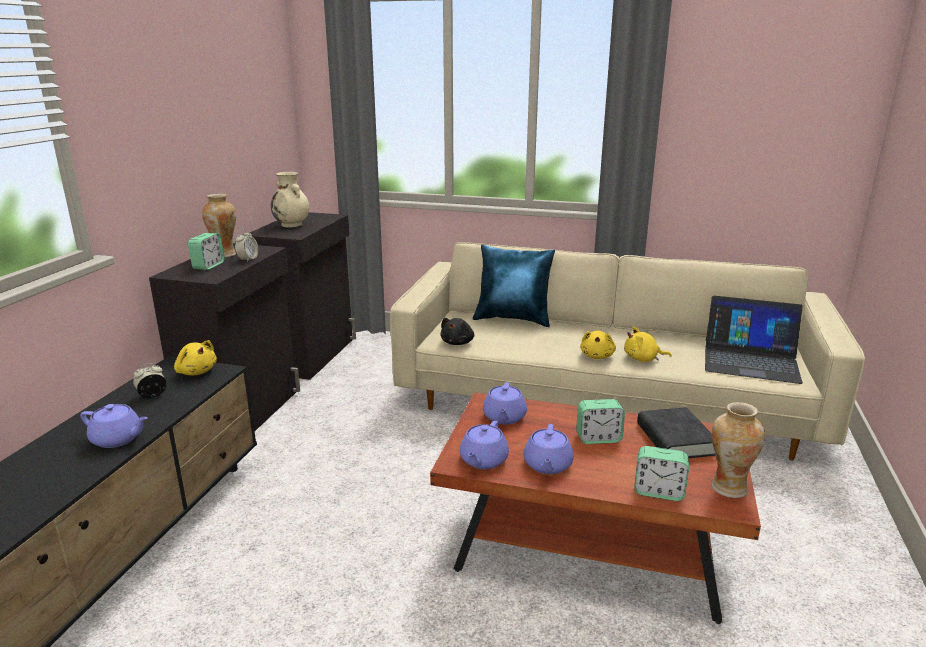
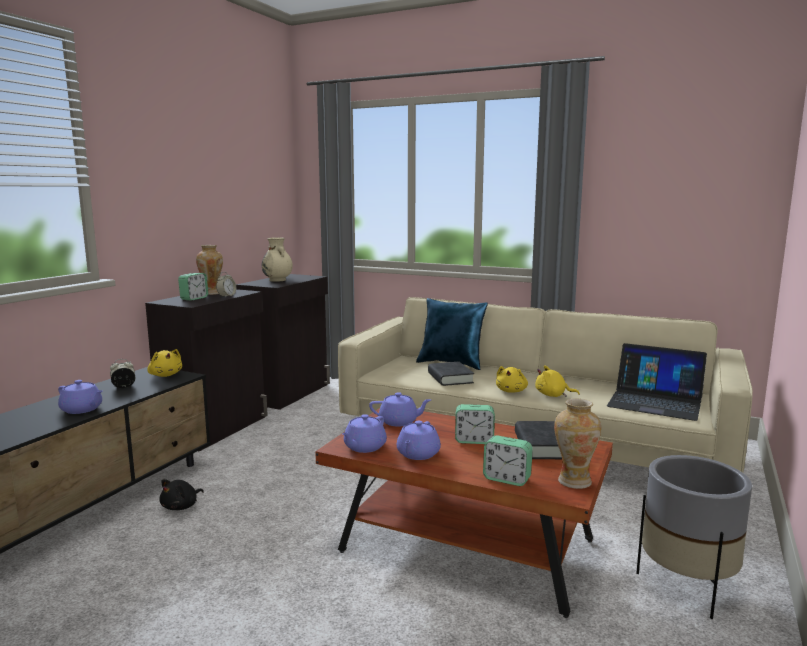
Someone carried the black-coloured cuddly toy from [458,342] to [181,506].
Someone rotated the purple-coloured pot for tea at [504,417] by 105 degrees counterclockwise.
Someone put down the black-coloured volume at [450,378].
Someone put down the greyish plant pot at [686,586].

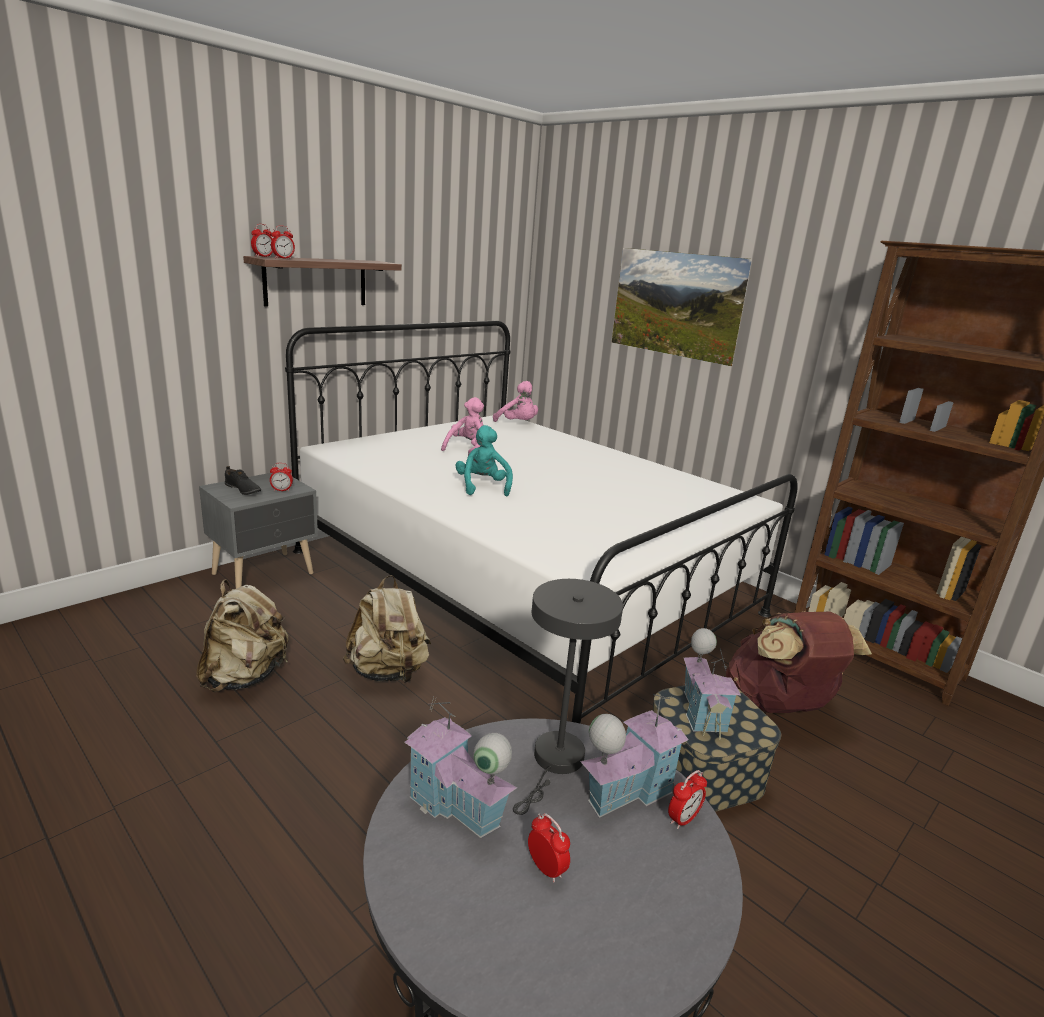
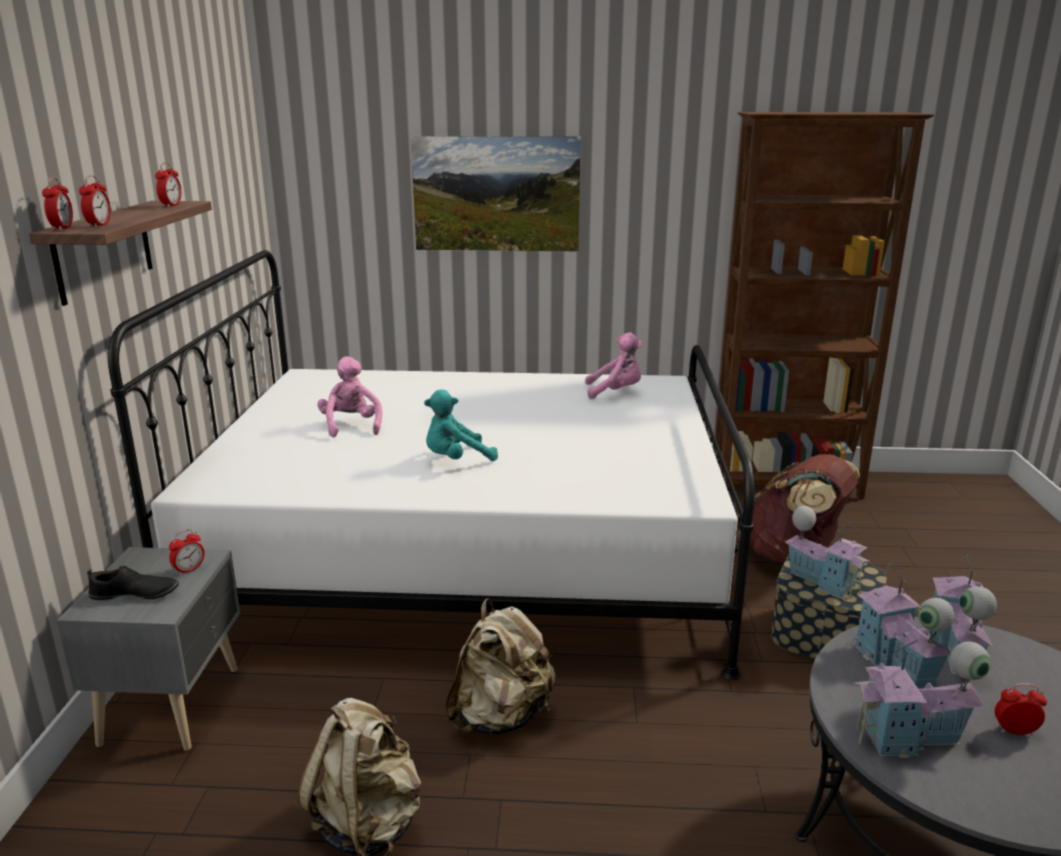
Someone carried the pink-coloured cuddly toy from [518,424] to [616,392].
Someone rotated the blue-green cuddly toy at [482,487] by 60 degrees counterclockwise.
Someone swapped the greyish table lamp at [556,762] for the model house at [894,663].
Someone carried the alarm clock from [683,819] to [171,206].

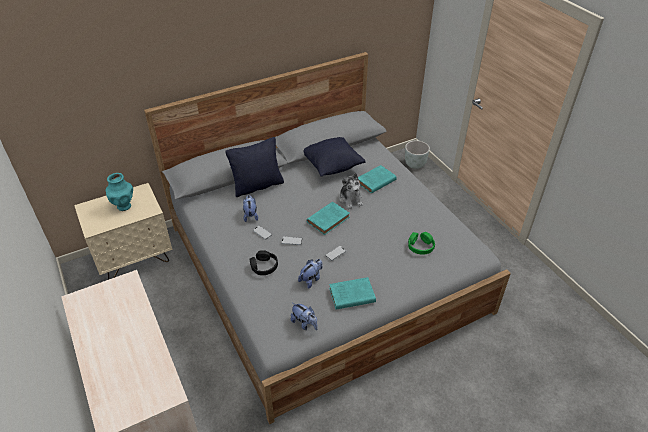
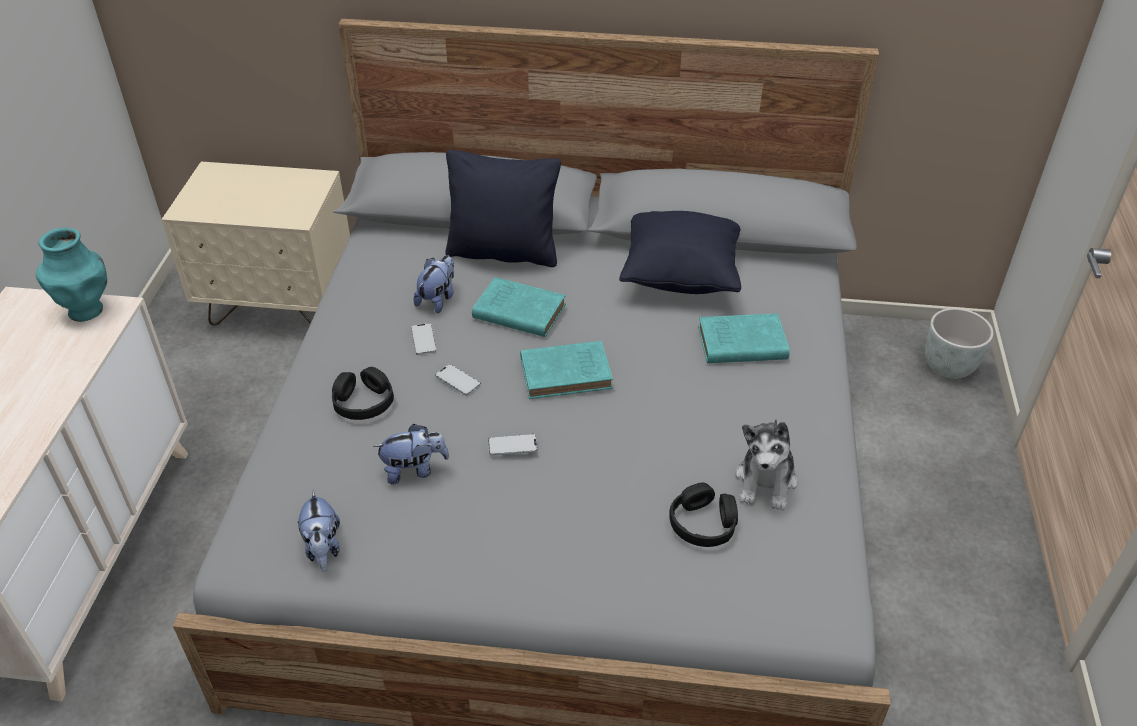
Someone carried the blue-green vase from [124,206] to [86,310].
Someone carried the cuddly toy from [350,199] to [766,481].
Someone repainted the green headphones at [420,246], which became the black-coloured headphones at [703,523].
Someone carried the blue-green volume from [350,295] to [517,311].

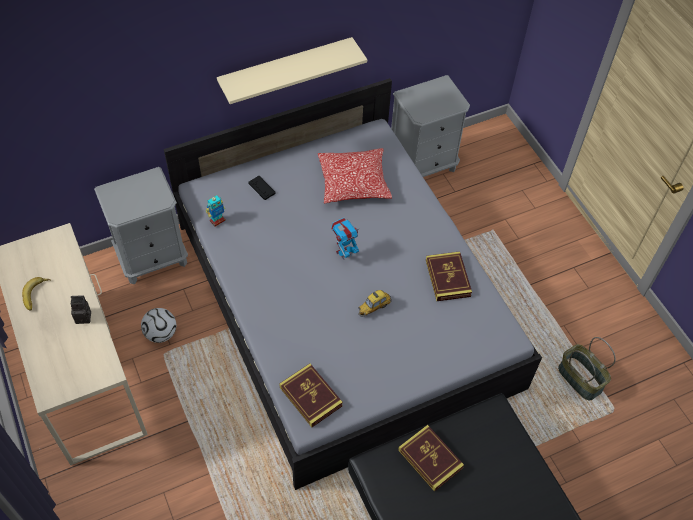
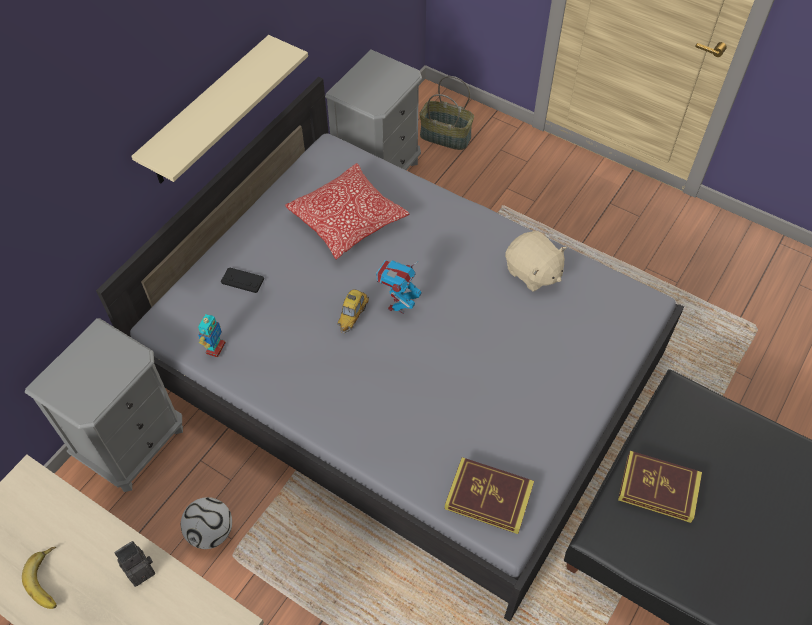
Someone swapped the volume at [448,278] for the sand-coloured cuddly toy at [532,272].
Someone carried the model car from [374,307] to [353,315].
Someone carried the household basket from [579,379] to [444,137].

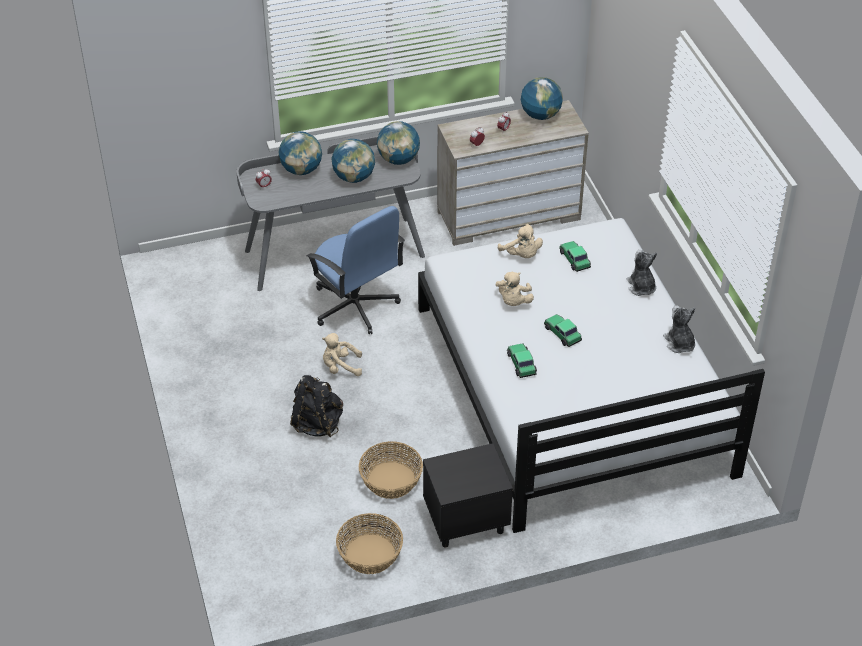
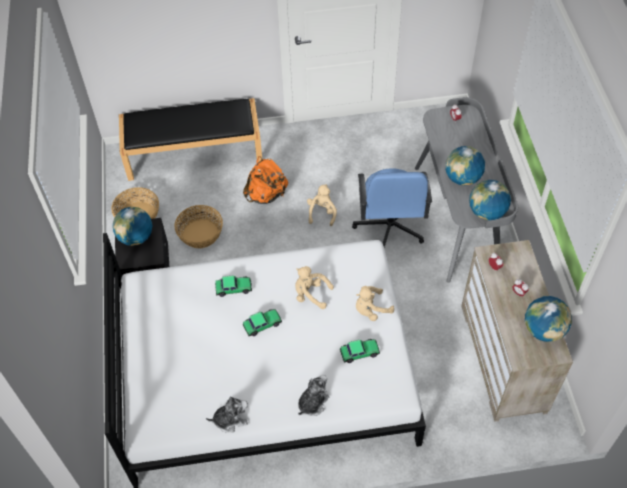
Someone carried the desk globe from [301,170] to [136,237].
Someone rotated the blue-coloured desk chair at [355,306] by 60 degrees counterclockwise.
Someone rotated the cuddly toy at [641,287] by 45 degrees counterclockwise.
Someone repainted the black-coloured rucksack at [317,423], which became the orangey rucksack at [266,195].
Someone put down the black-coloured indoor bench at [195,153].

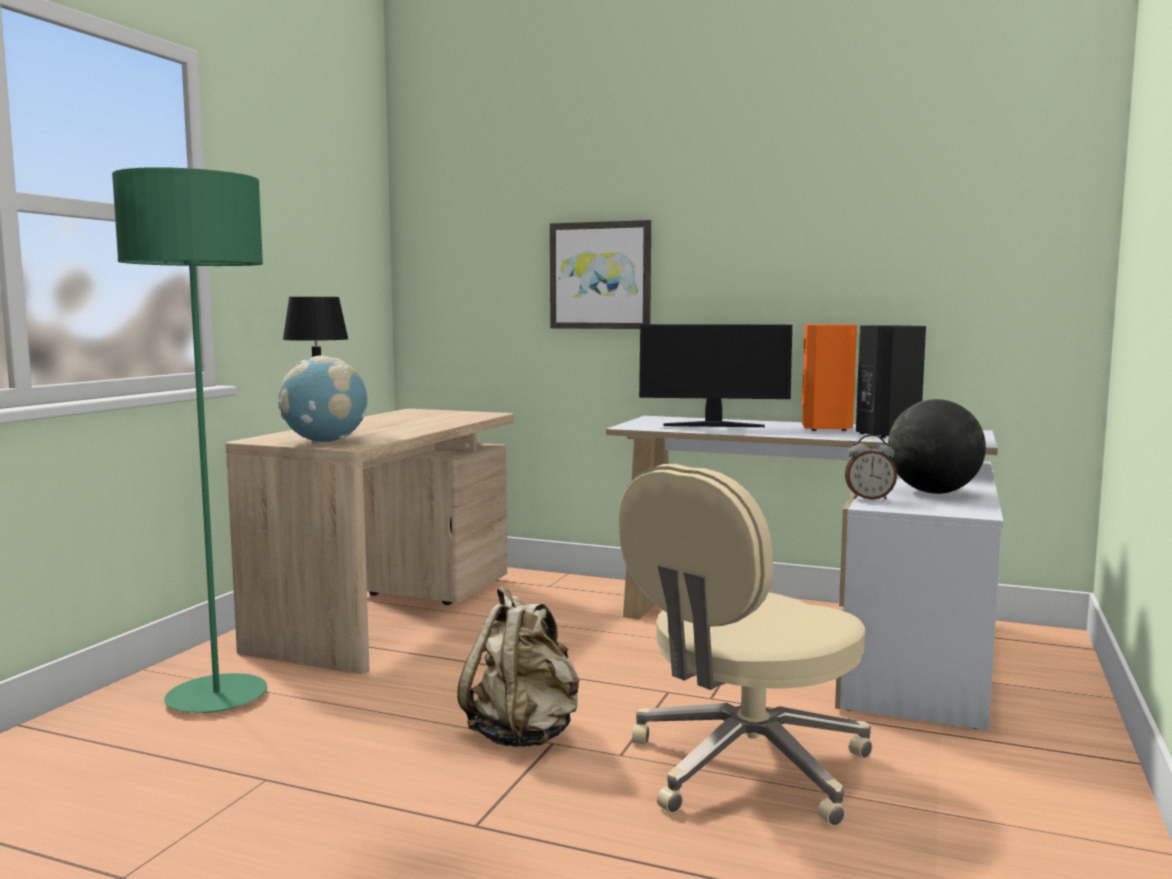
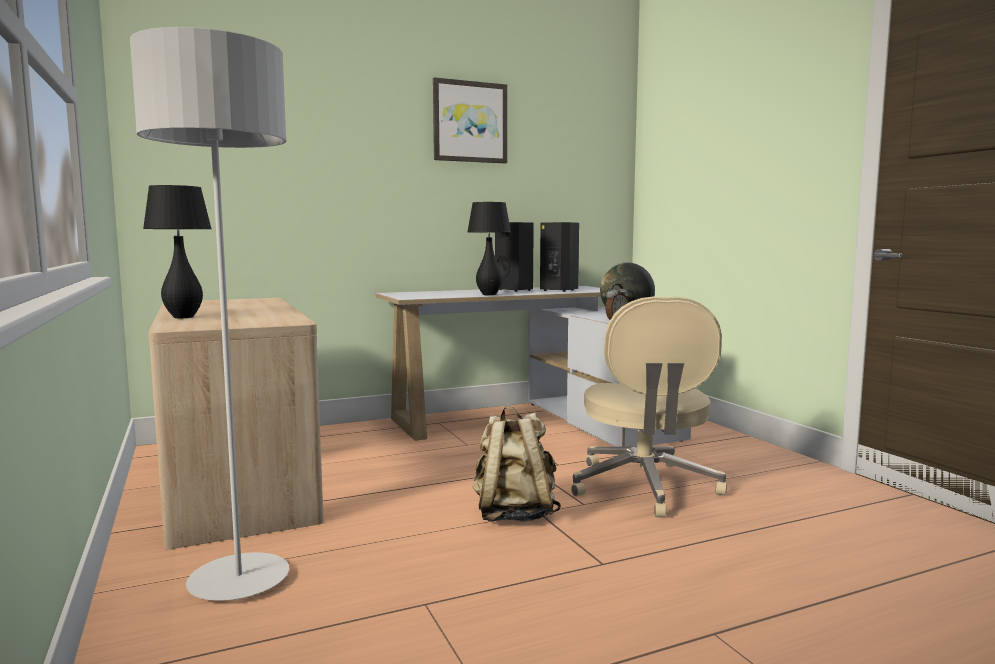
Someone repainted the green floor lamp at [217,698], which became the greyish floor lamp at [239,581].
Someone carried the picture from [600,275] to [470,122].
Someone took away the monitor at [713,425].
Someone repainted the orangey speaker at [827,428], which became the black-coloured speaker at [515,290].
Someone took away the desk globe at [325,442].
Someone put down the black-coloured table lamp at [489,295].

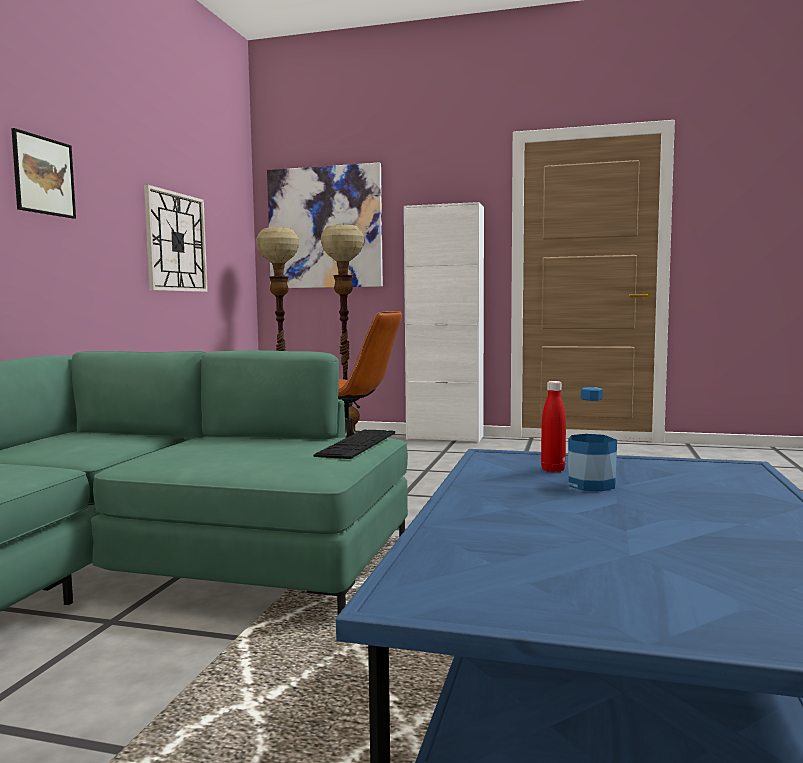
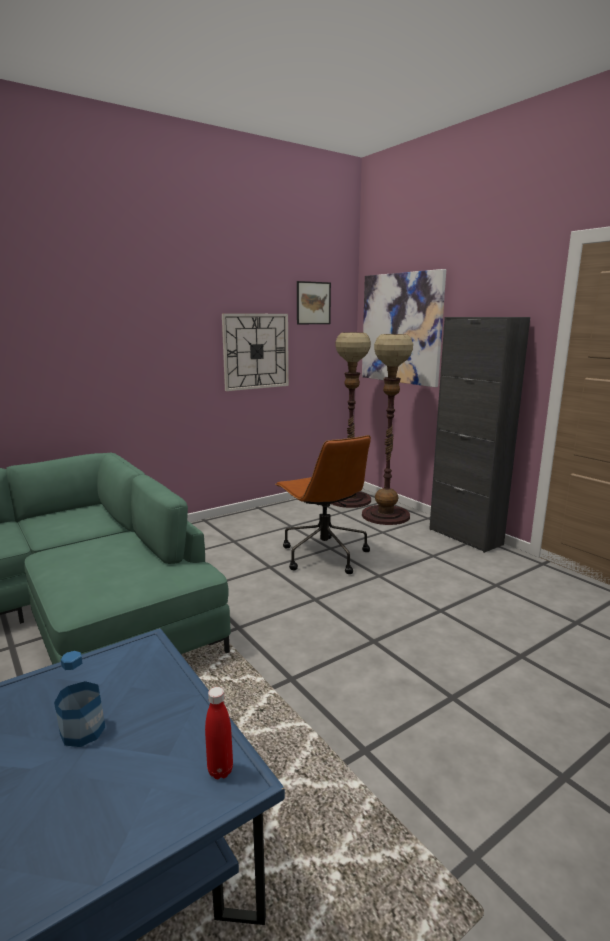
Someone carried the picture from [44,176] to [313,303].
Someone repainted the white cabinet at [445,437], which became the black-coloured cabinet at [465,537].
Someone carried the red-coloured beverage bottle from [553,470] to [220,770].
Someone took away the PC keyboard at [357,444].

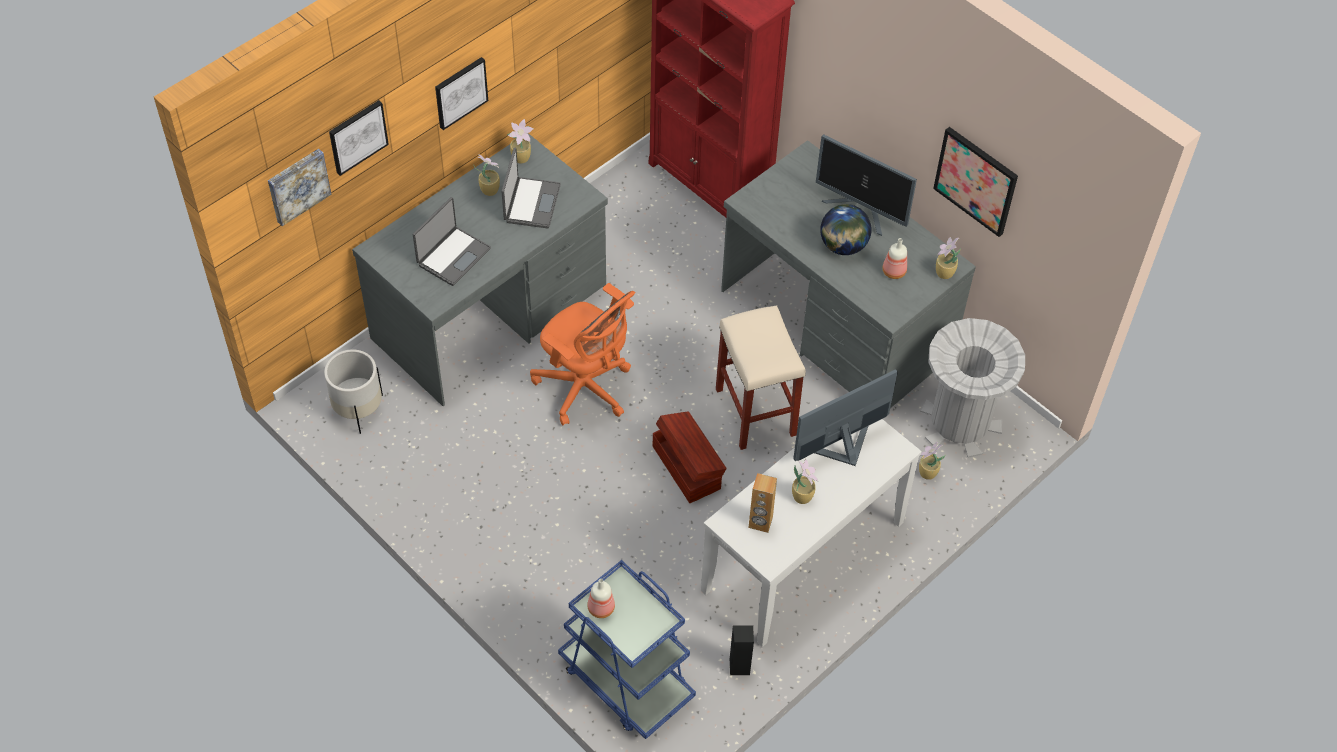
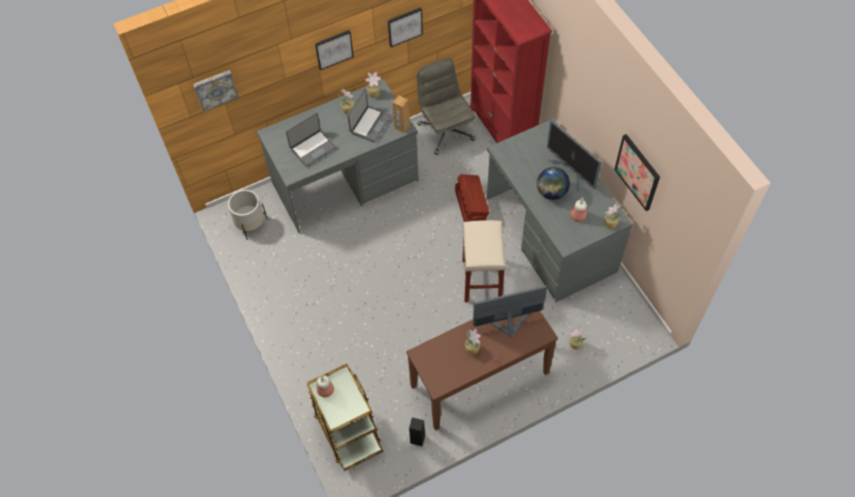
Someone carried the picture from [357,136] to [404,26].
Someone took away the orangey desk chair at [586,388].
Someone took away the greyish rubbish bin at [959,423].
Someone carried the brown-coloured storage box from [687,466] to [471,207].
Someone repainted the white console table at [803,557], which became the brown-coloured console table at [480,380].
Someone carried the brown-coloured speaker from [760,523] to [402,127].
Someone repainted the blue-coloured wheeled cart at [626,680], which became the brown-coloured wheeled cart at [347,430].
Someone put down the greyish desk chair at [445,131].

